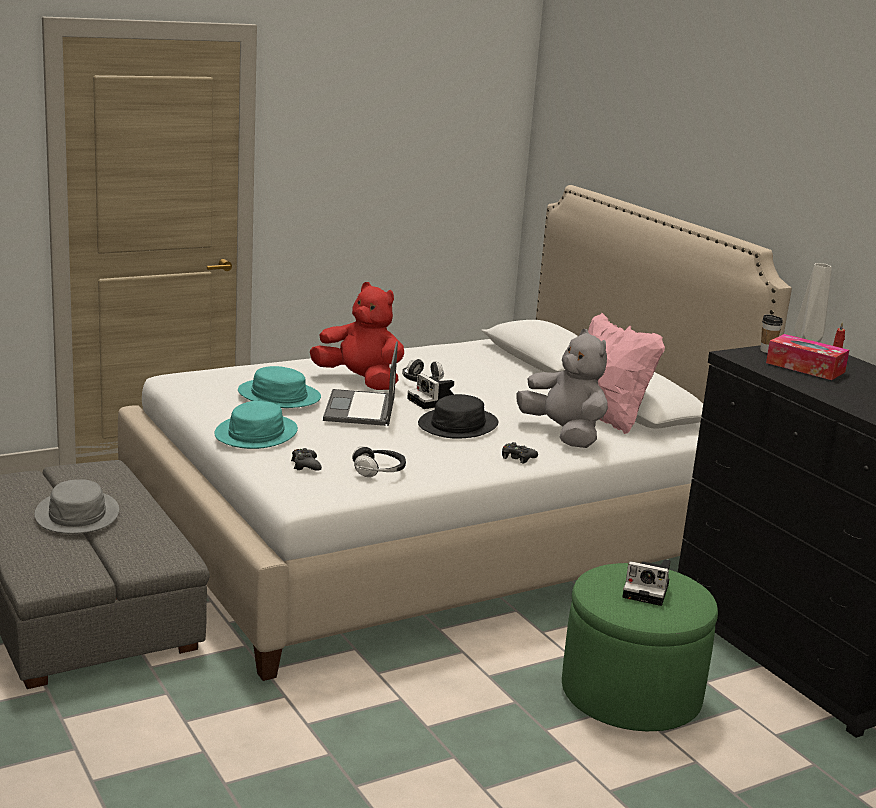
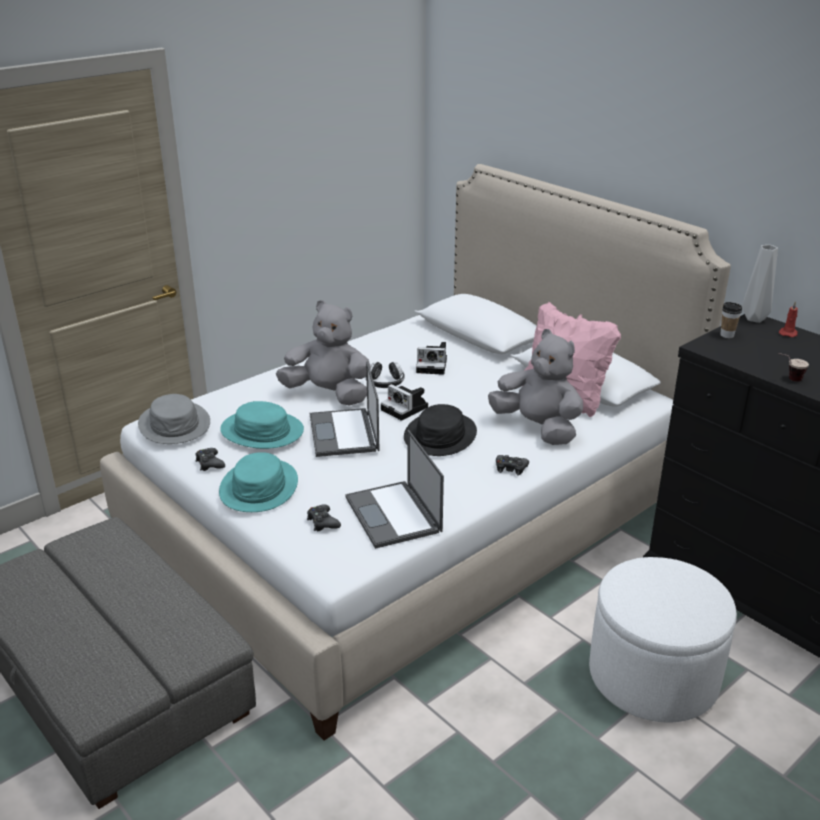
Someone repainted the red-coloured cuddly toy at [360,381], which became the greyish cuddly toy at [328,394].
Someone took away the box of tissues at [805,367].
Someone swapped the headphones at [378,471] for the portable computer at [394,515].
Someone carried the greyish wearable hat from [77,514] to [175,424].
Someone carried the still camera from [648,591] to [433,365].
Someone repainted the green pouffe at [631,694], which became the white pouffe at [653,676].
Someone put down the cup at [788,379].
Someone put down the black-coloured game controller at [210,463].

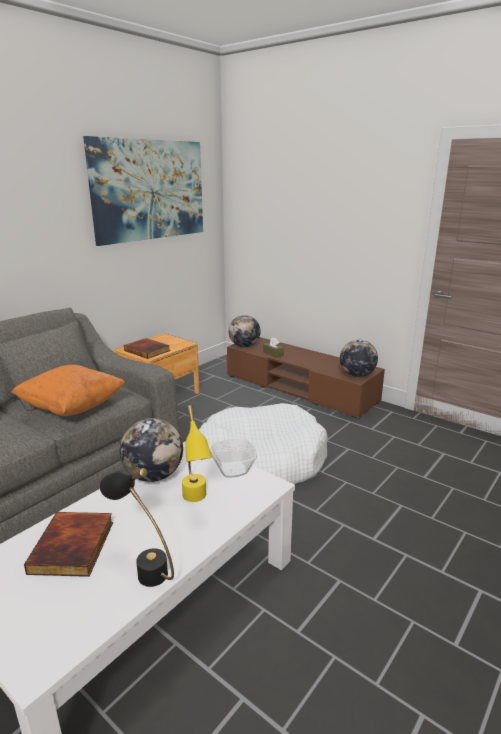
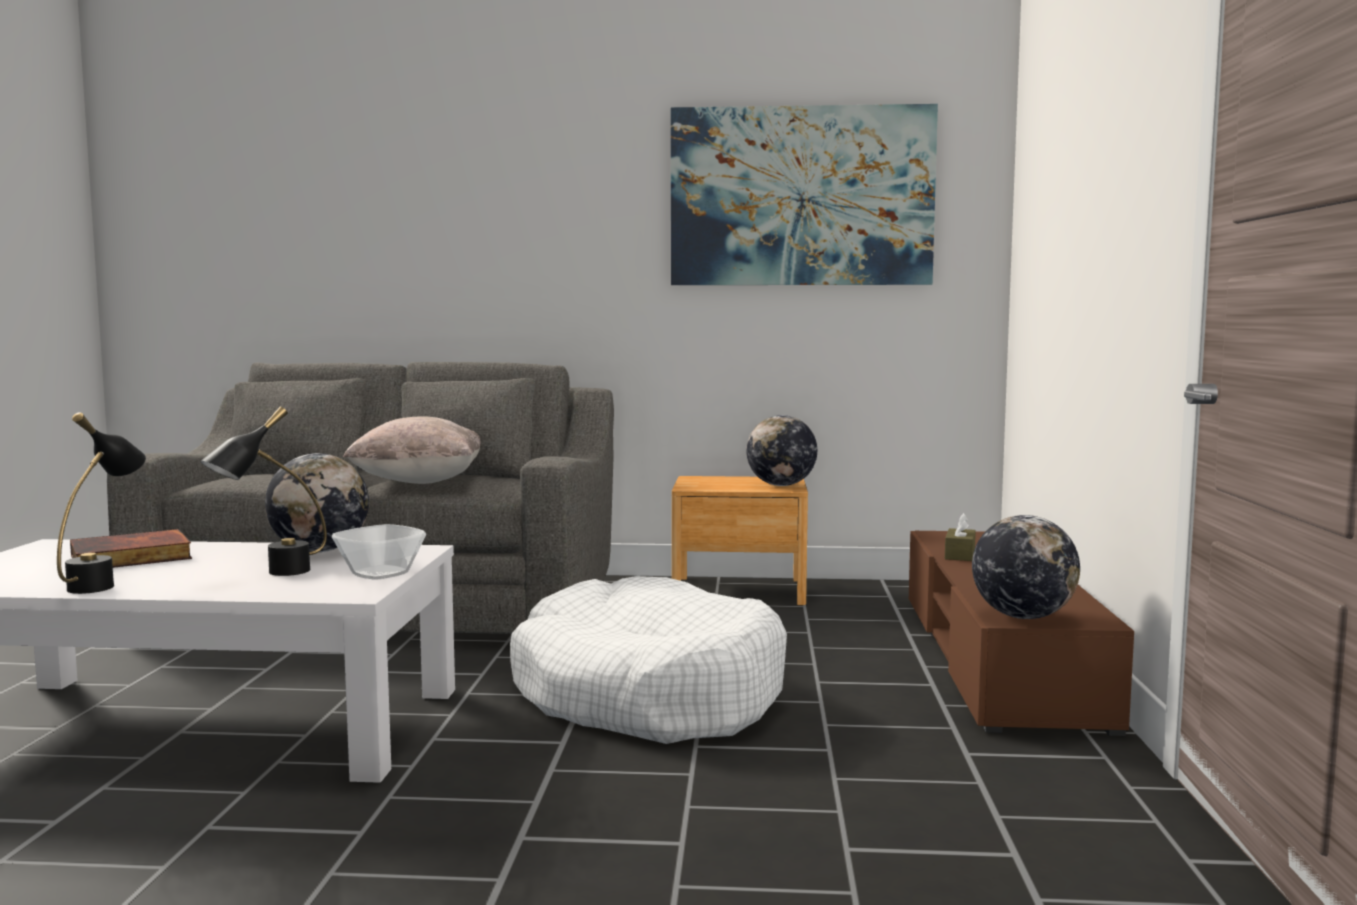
Someone carried the desk globe from [244,346] to [781,485].
Someone took away the volume at [148,350].
Someone repainted the orangey pillow at [72,408], which became the sand-coloured pillow at [419,482].
Someone repainted the yellow-coloured table lamp at [196,501], which became the black-coloured table lamp at [271,574].

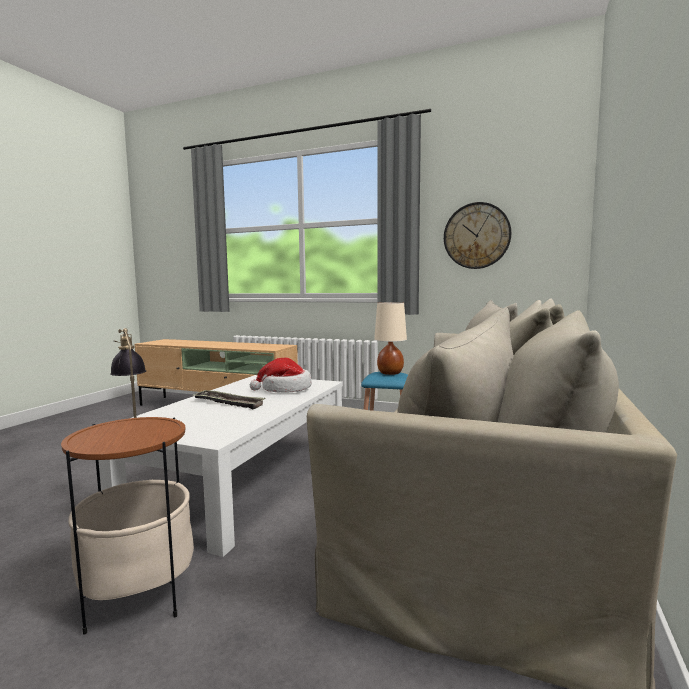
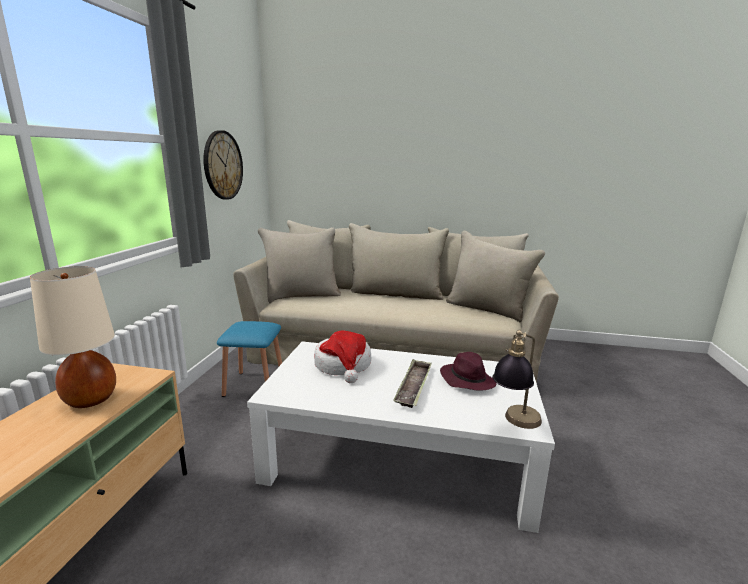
Someone carried the sand-coloured table lamp from [390,373] to [90,400].
Someone took away the side table at [138,597].
Someone put down the purple-coloured wearable hat at [466,380].

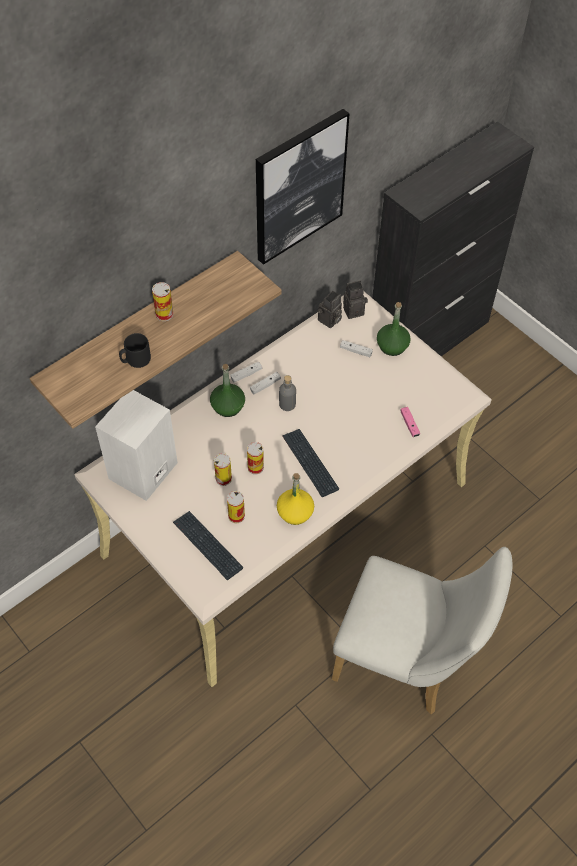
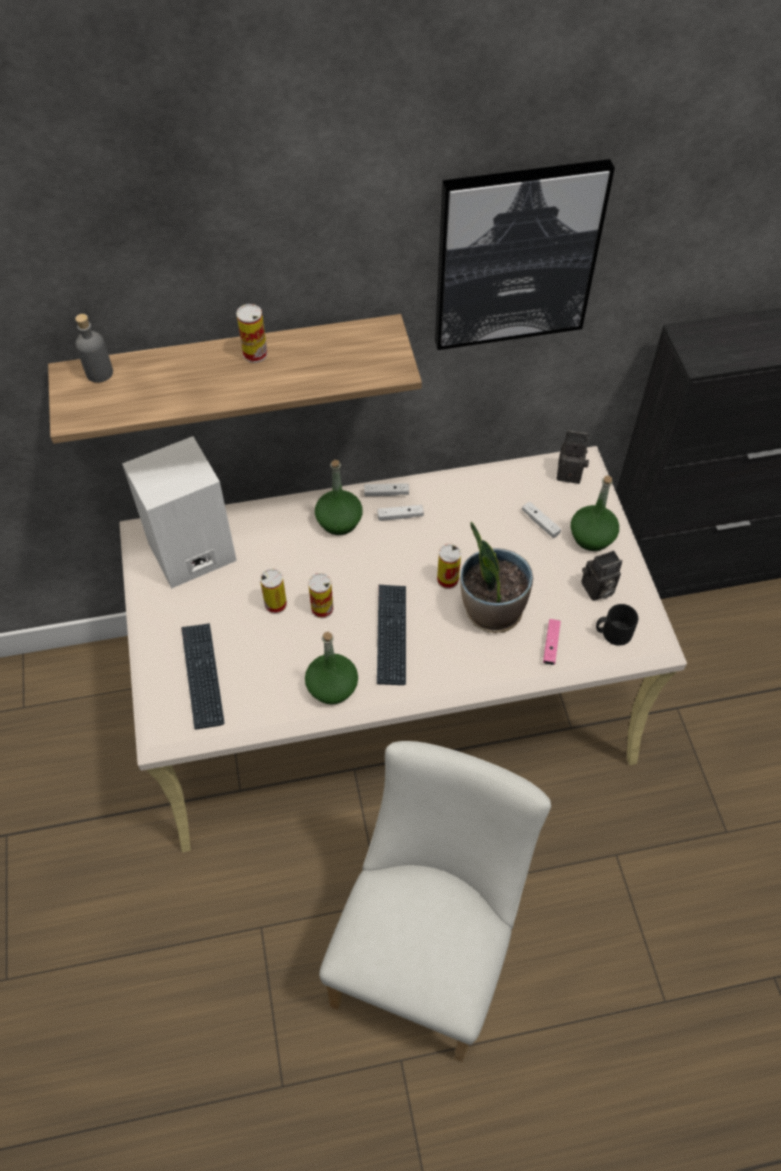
Someone carried the still camera from [329,321] to [597,590].
Someone carried the black-coloured mug from [135,360] to [612,633].
Someone carried the greyish beverage bottle from [287,404] to [99,373].
Someone repainted the yellow-coloured beverage bottle at [295,512], which became the green beverage bottle at [332,687].
Someone carried the can from [236,516] to [447,580].
Someone rotated the white upright chair at [406,660] by 120 degrees counterclockwise.
Someone put down the houseplant at [491,611].

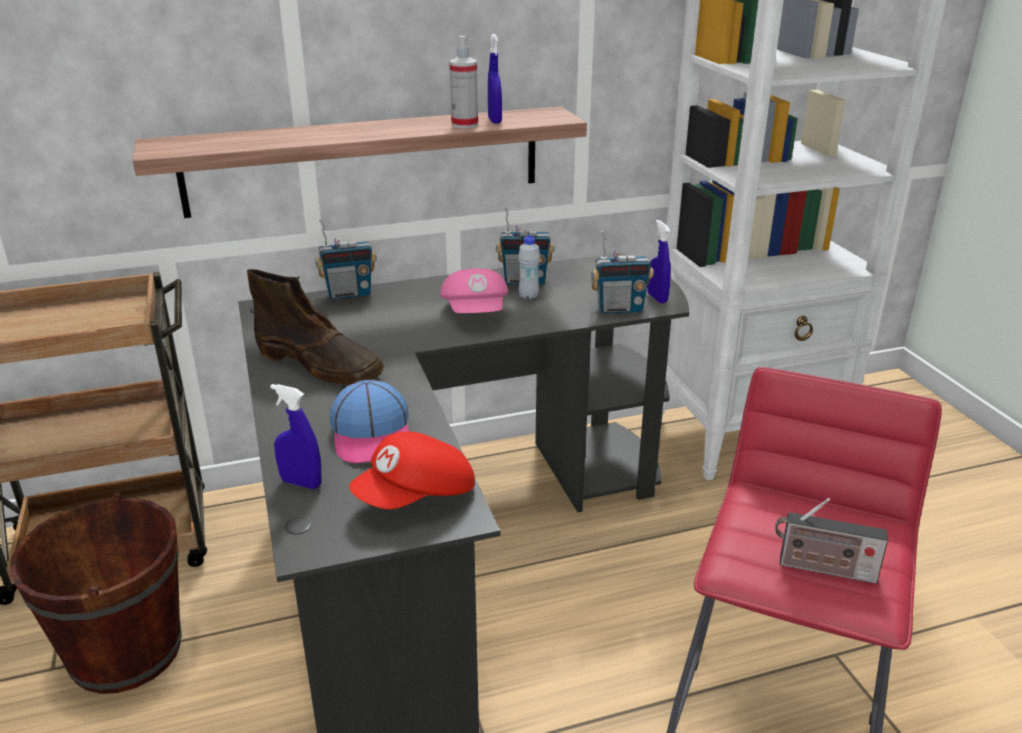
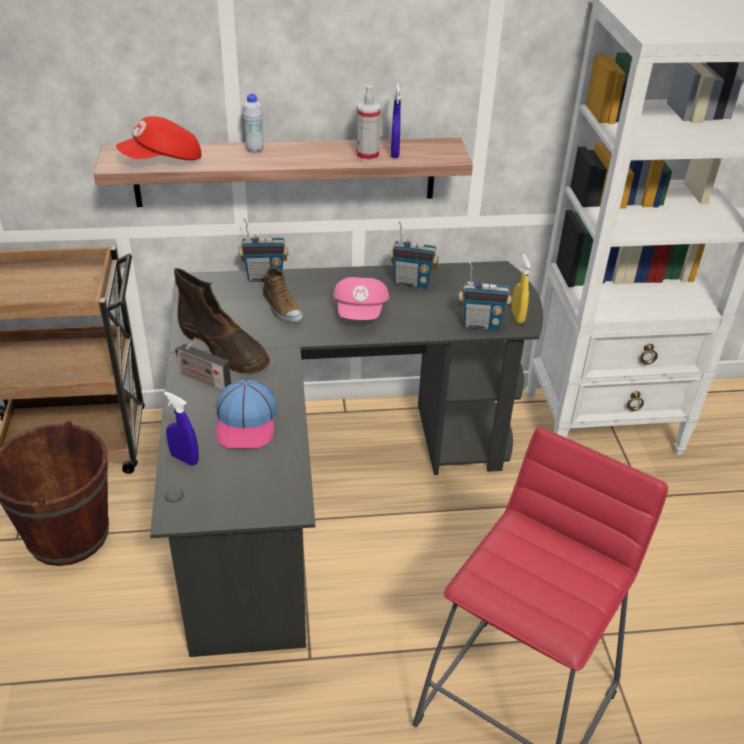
Someone repainted the blue-coloured spray bottle at [657,298], which became the yellow-coloured spray bottle at [517,317].
Someone carried the white beverage bottle from [528,296] to [255,150].
Someone carried the red-coloured cap from [417,497] to [163,161].
Someone carried the radio set from [822,569] to [203,380].
Someone put down the shoe at [281,308].

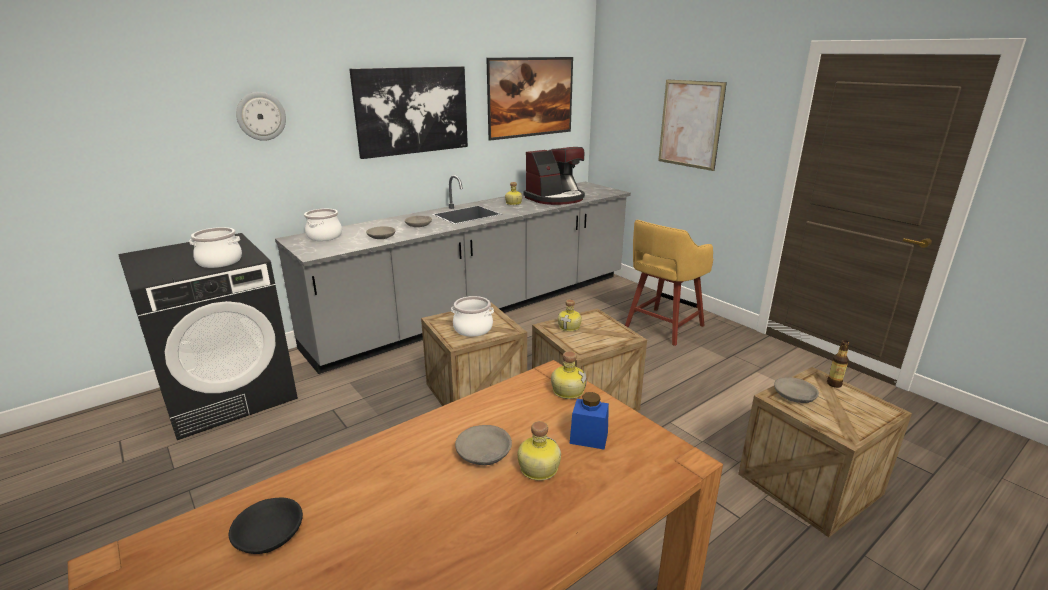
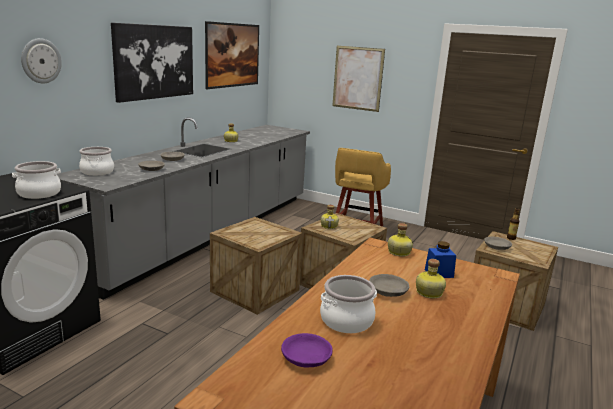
Someone took away the coffee brewer at [555,198].
Someone carried the cooking pot from [473,329] to [346,320].
Someone repainted the black-coloured serving bowl at [268,535], which became the purple-coloured serving bowl at [306,358].

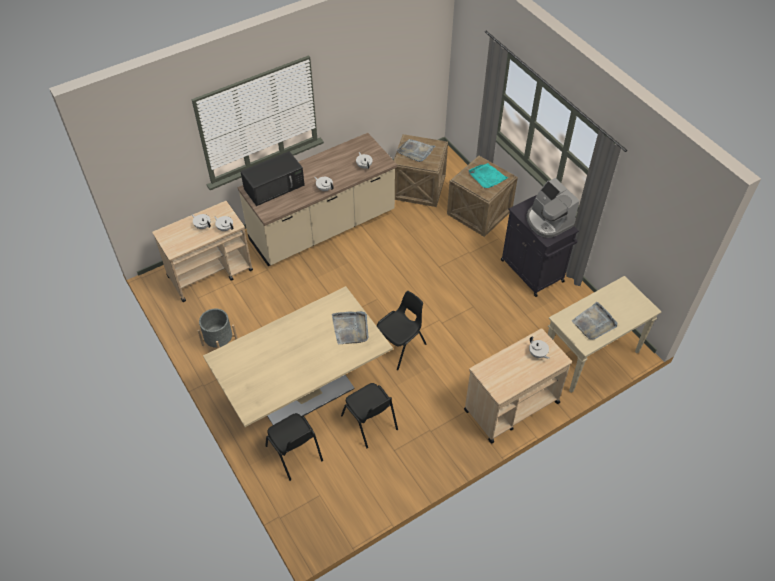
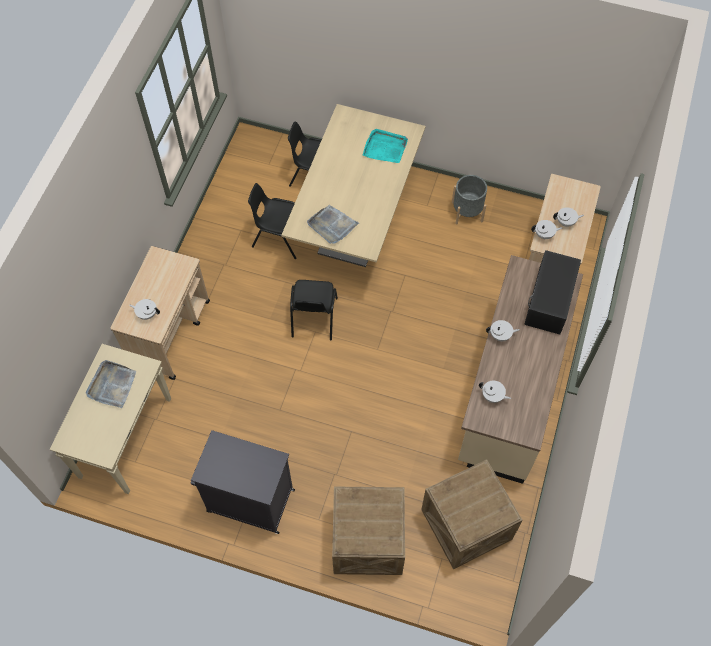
Someone took away the greyish carrying tray at [415,151].
Someone carried the blue-green carrying tray from [487,177] to [385,148].
Someone took away the coffee brewer at [548,221].

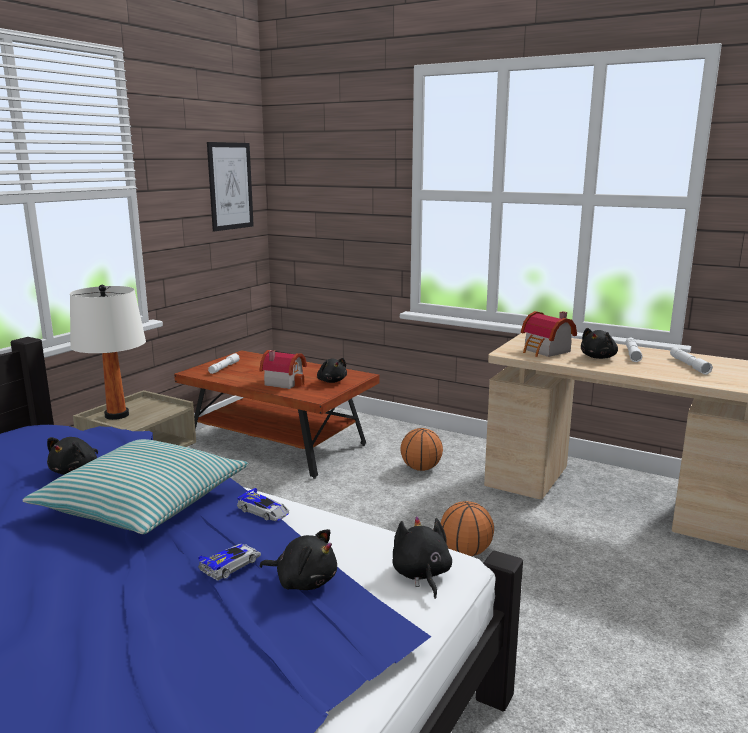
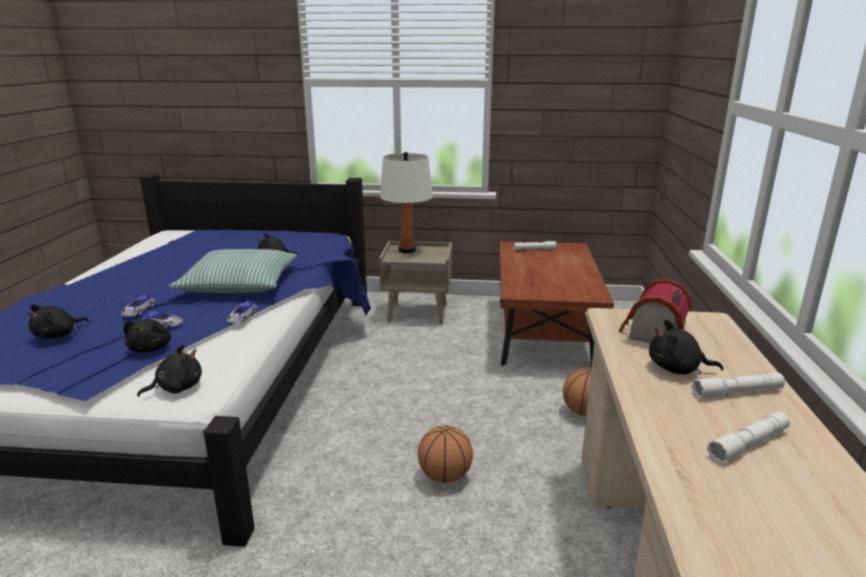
Someone took away the picture at [230,186].
Someone took away the model house at [284,382].
Someone carried the black-coloured cuddly toy from [331,381] to [58,335].
Someone put down the model car at [138,310].

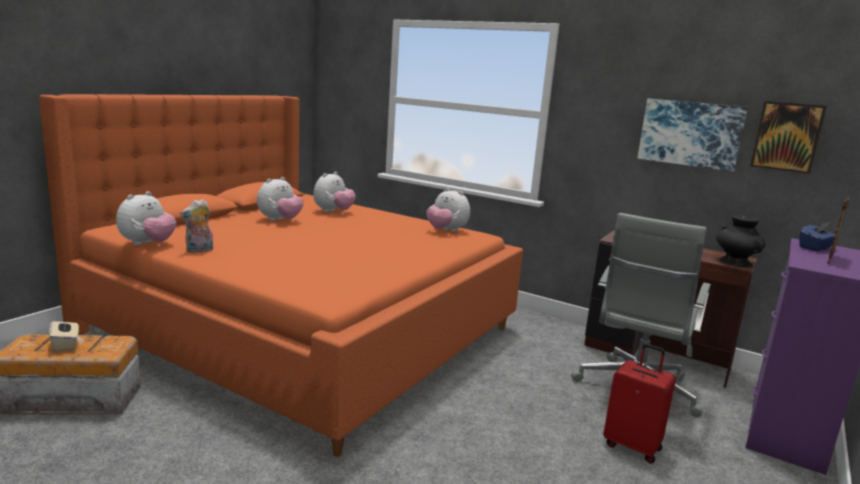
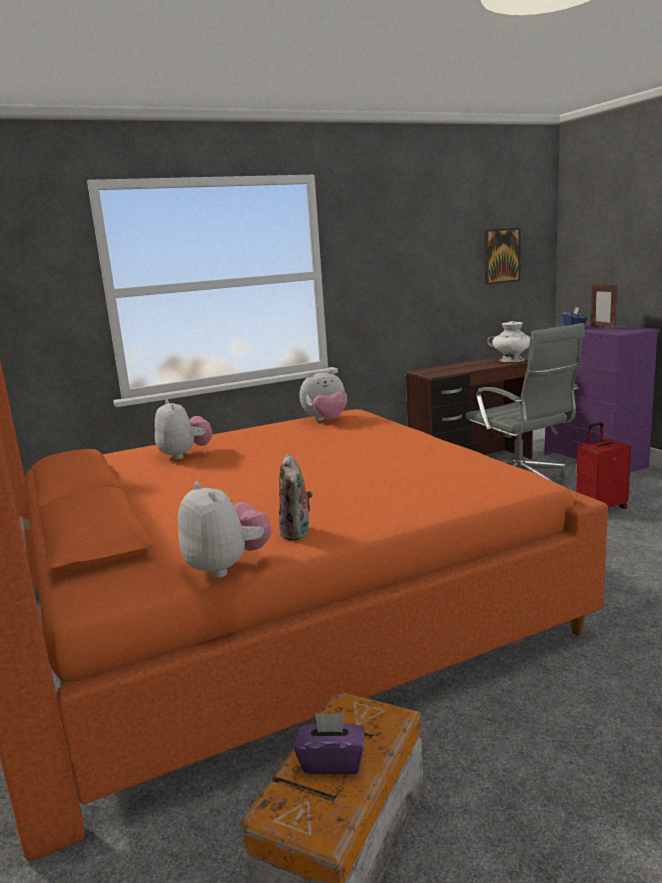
Someone took away the picture at [690,133].
Someone took away the cuddly toy at [280,220].
Someone repainted the black-coloured vase at [735,262], which became the white vase at [511,360].
Someone repainted the sand-coloured box of tissues at [66,345], which became the purple-coloured box of tissues at [332,762].

